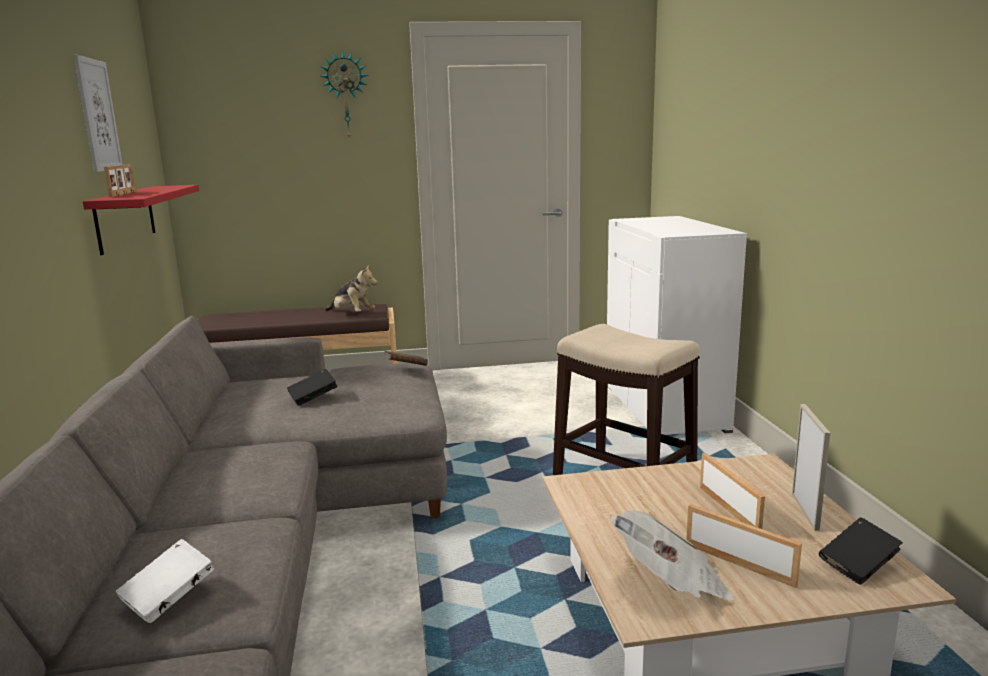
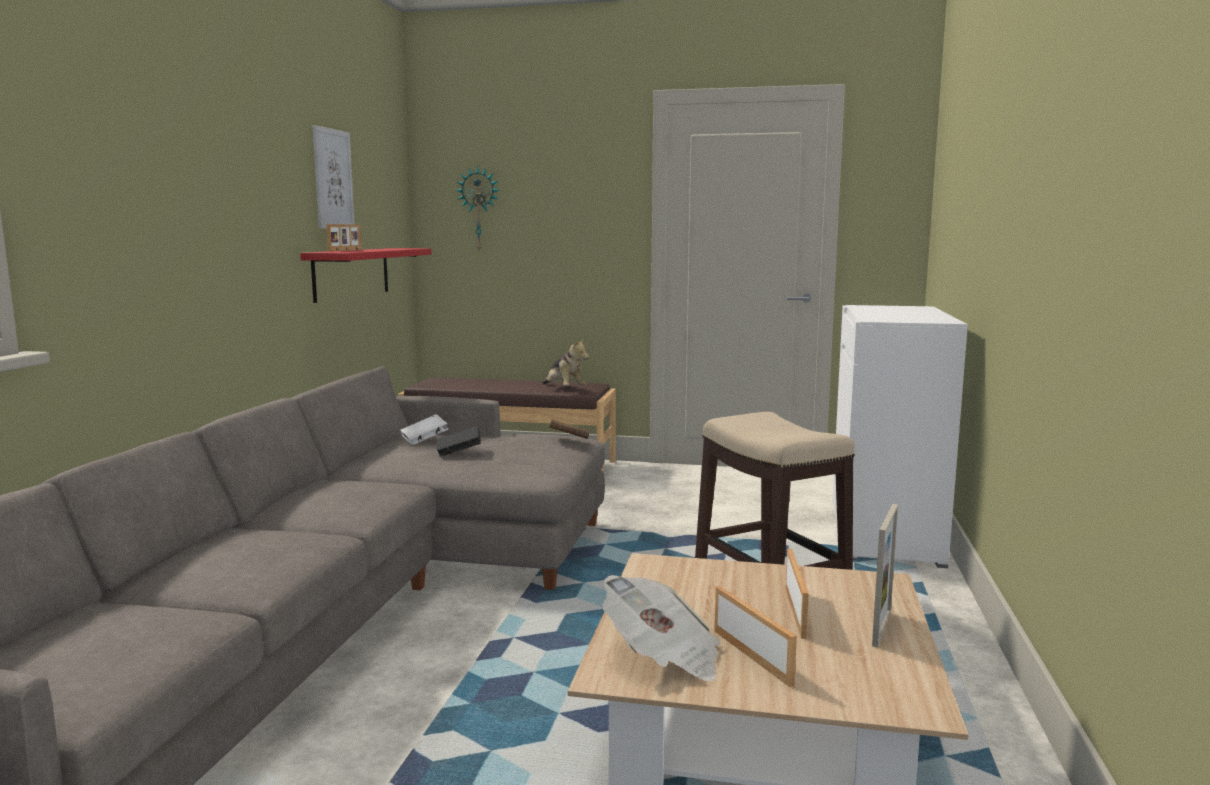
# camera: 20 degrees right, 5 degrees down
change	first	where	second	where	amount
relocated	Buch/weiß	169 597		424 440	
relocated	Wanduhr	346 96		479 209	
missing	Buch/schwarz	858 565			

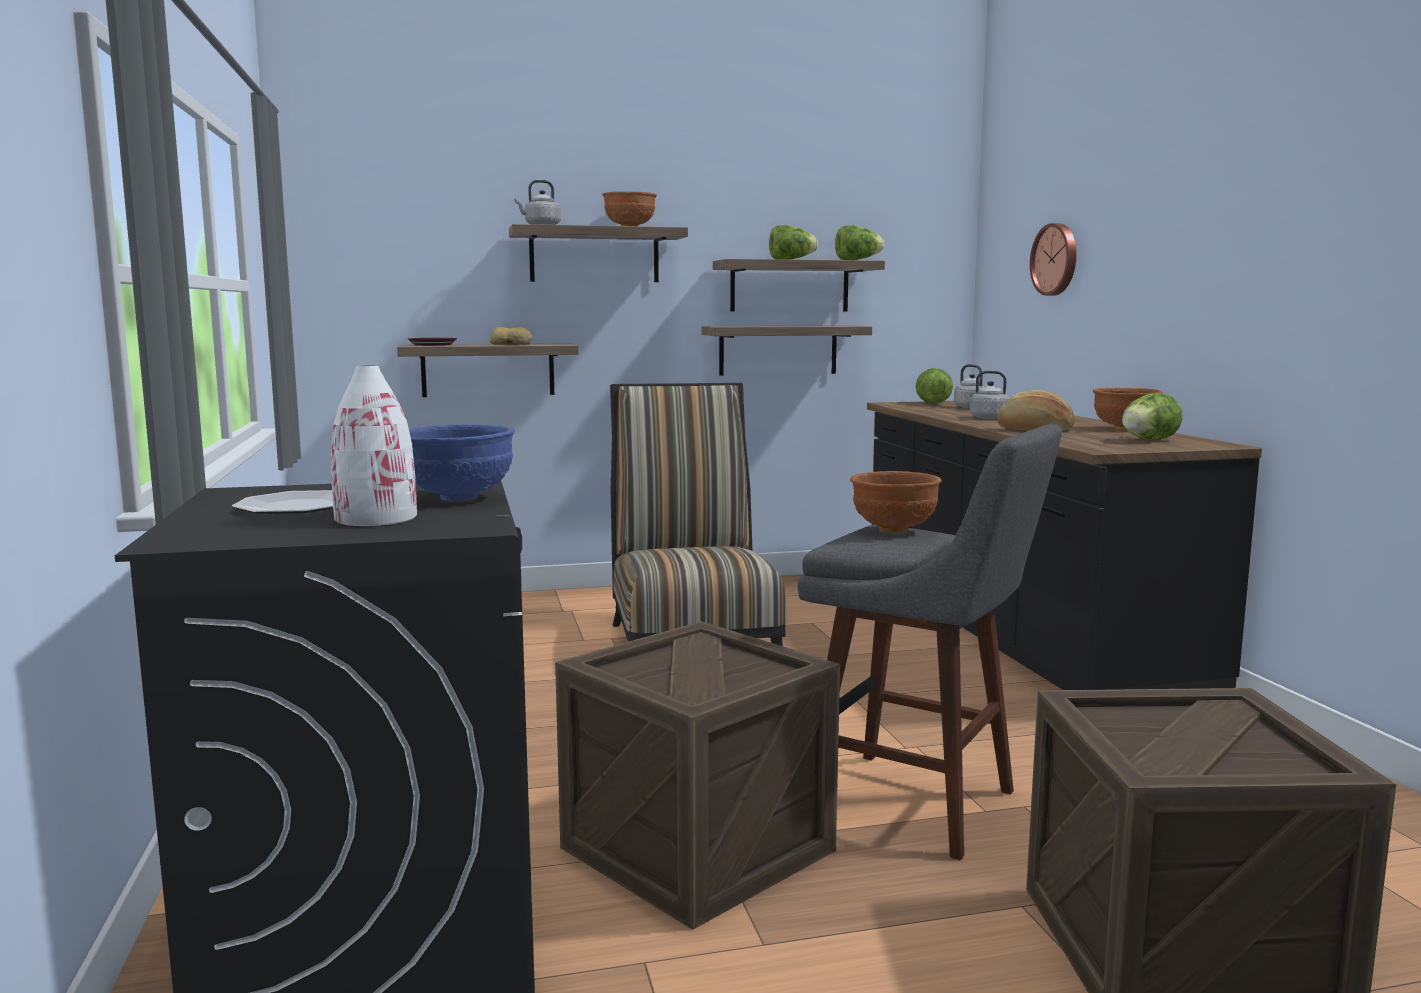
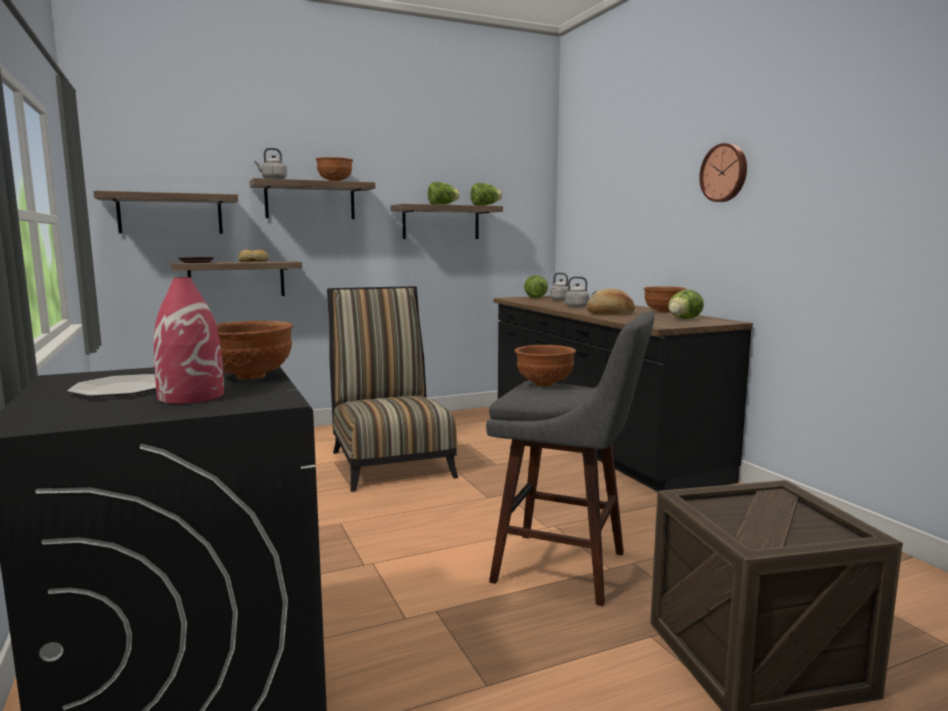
# camera: 10 degrees left, 0 degrees up
change	first	where	second	where	amount
colour	Vase/weiß	376 518	Vase/rot	191 396	
colour	Schüssel/blau	458 498	Schüssel/braun	250 376	
missing	Kiste	697 849			
relocated	Wandregal	778 350		170 214	
relocated	Wanduhr	1056 259		725 173	

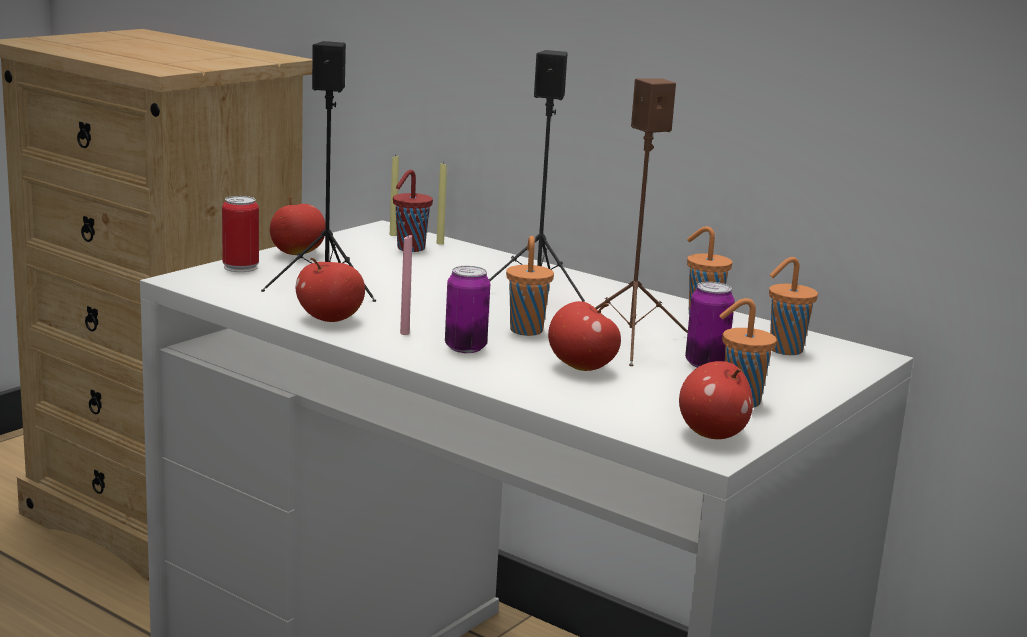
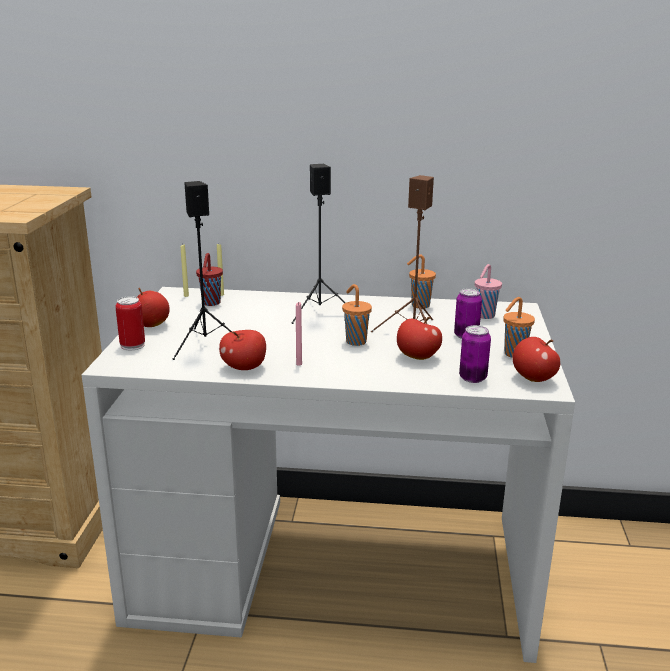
# camera: 30 degrees left, 5 degrees up
change	first	where	second	where	amount
relocated	Dose	465 347		472 378	
colour	Tasse/orange	783 350	Tasse/rosa	484 316	

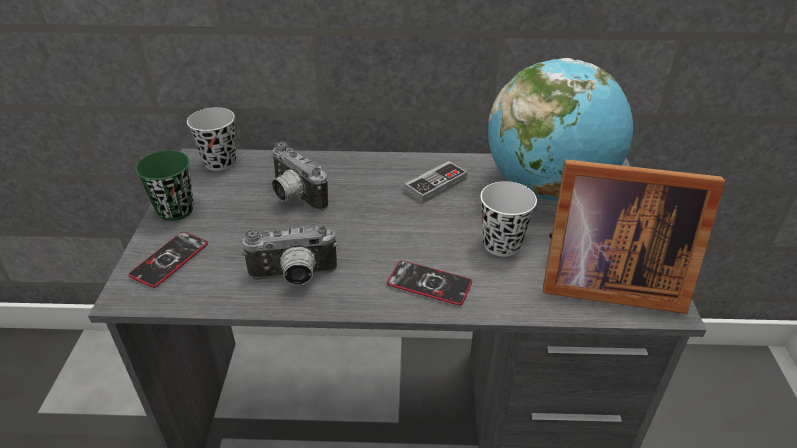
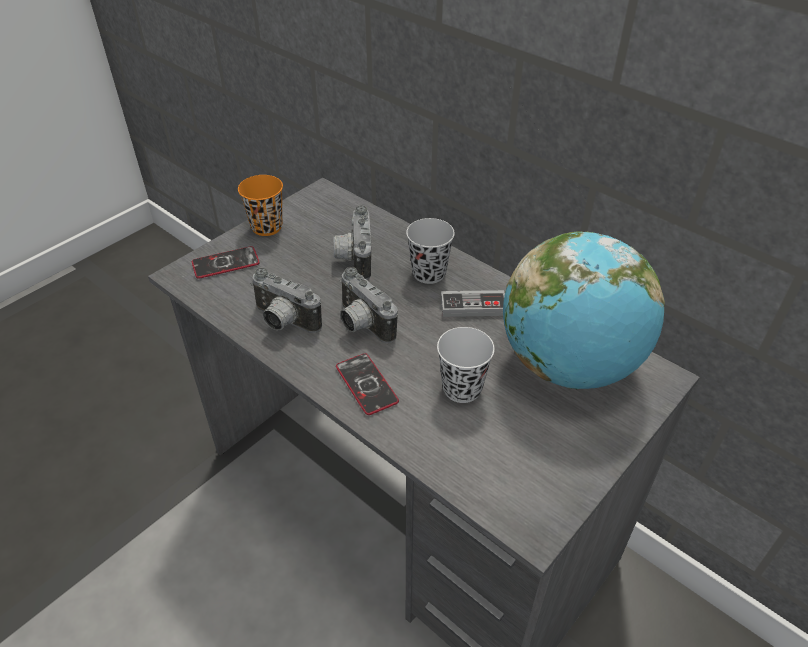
# camera: 40 degrees right, 5 degrees up
change	first	where	second	where	amount
colour	Tasse/grün	175 210	Tasse/orange	266 227	
relocated	Tasse/schwarz	220 162		429 273	
missing	Bilderrahmen	604 280			
appeared			Kamera	361 325	

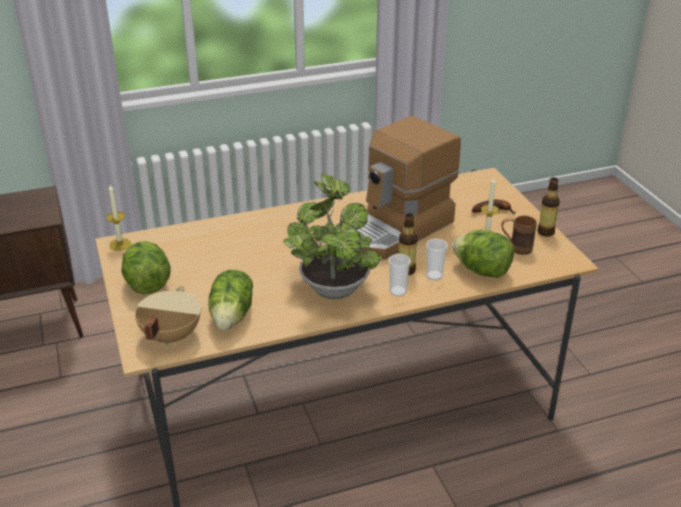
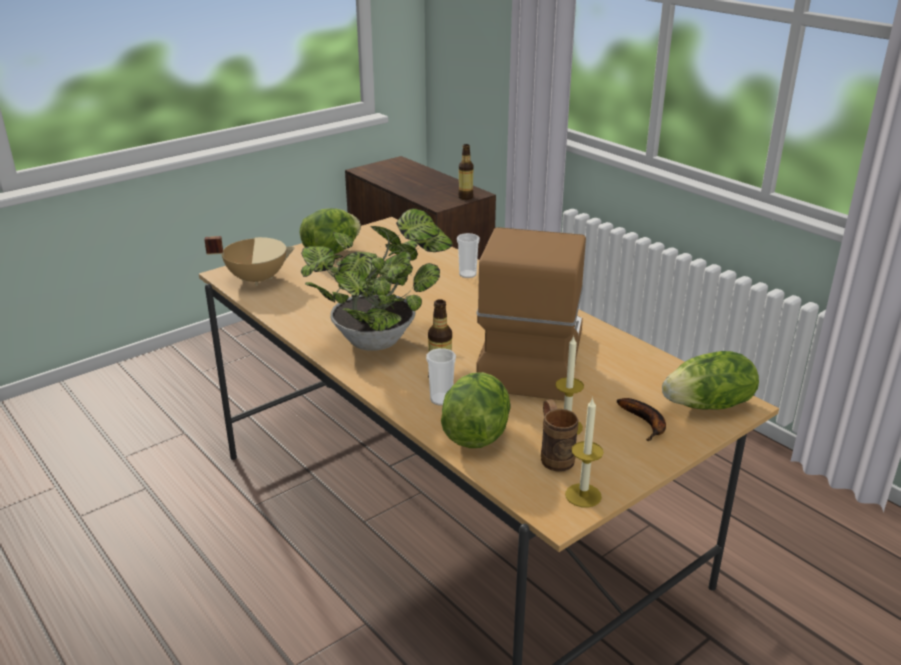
# camera: 70 degrees right, 5 degrees down
change	first	where	second	where	amount
relocated	Kerze	120 244		583 495	
relocated	Salatkopf	232 316		709 405	
spun	Kaffeemaschine	397 229		529 357	75 degrees clockwise
relocated	Tasse	398 291		467 274	
relocated	Flasche	545 232		465 197	

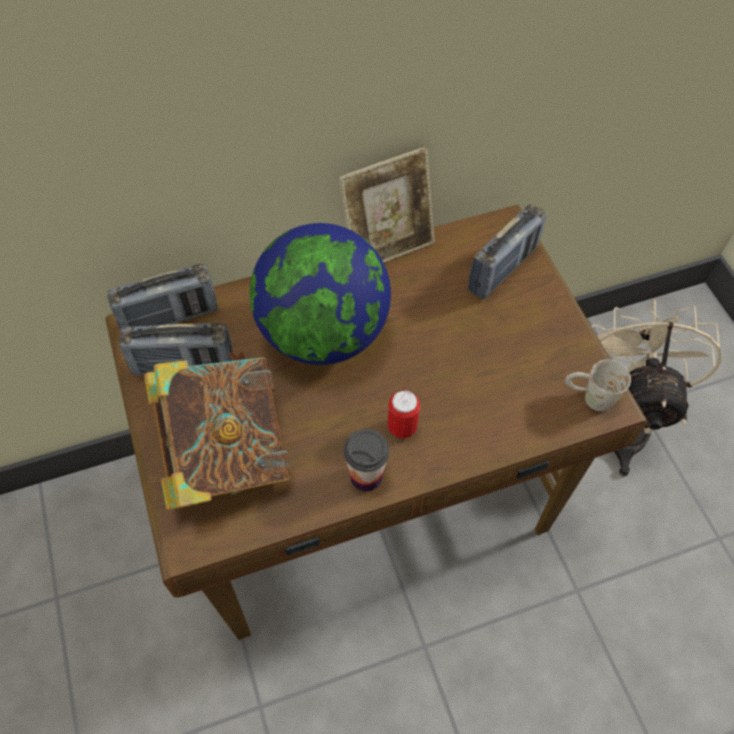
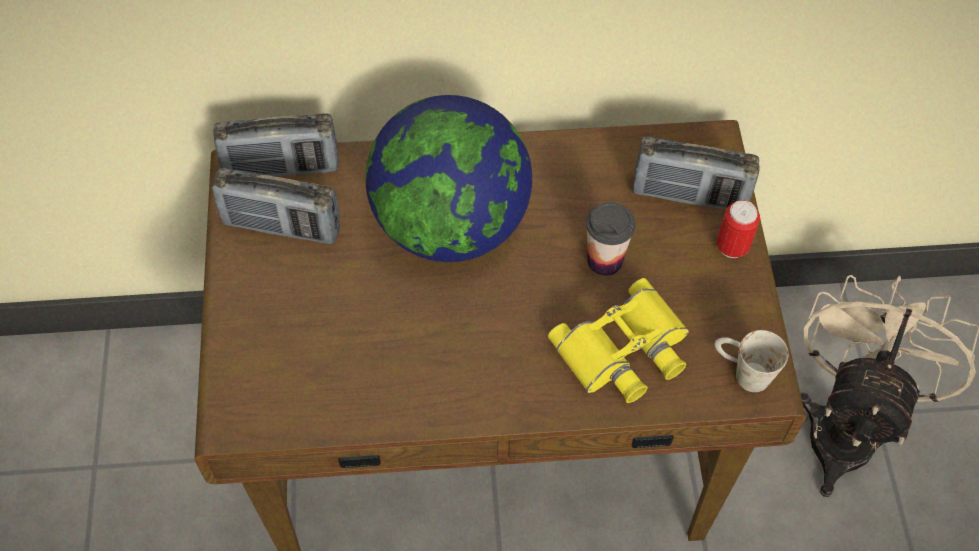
# camera: 15 degrees right, 0 degrees up
change	first	where	second	where	amount
missing	Buch	225 453			
missing	Bilderrahmen	388 246			
relocated	Tasse	366 476		604 260	
relocated	Dose	402 427		732 247	
spun	Radio	502 269		689 195	45 degrees clockwise
appeared			Fernglas/gelb	625 351	

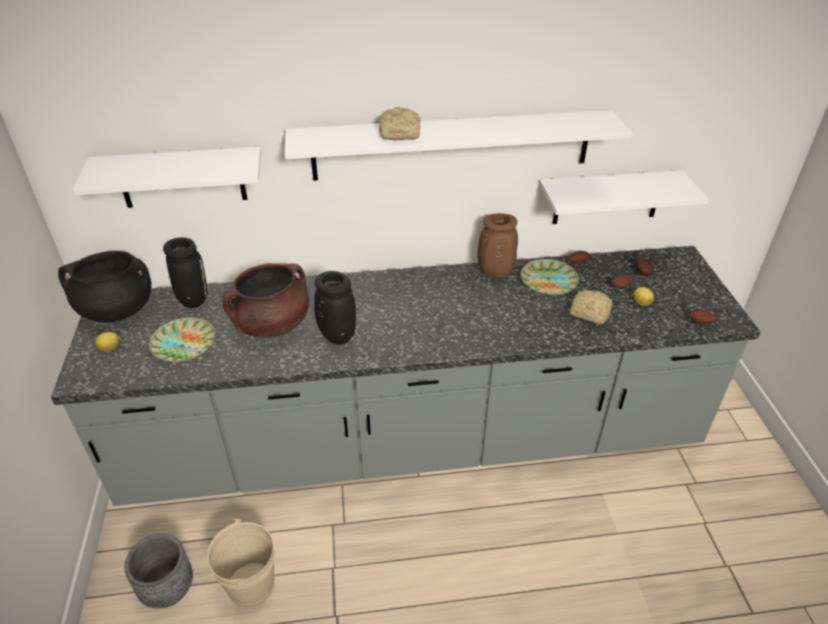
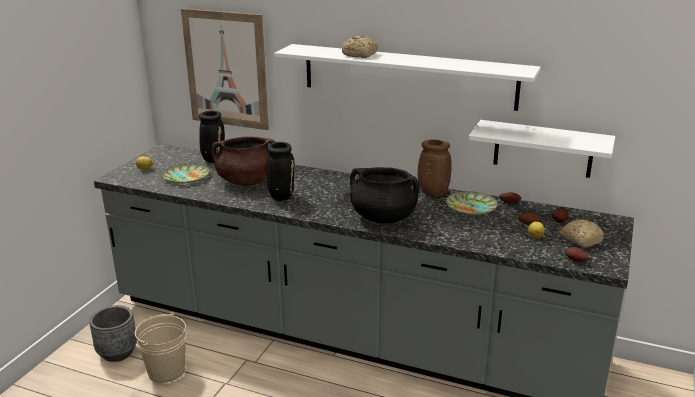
# camera: 30 degrees right, 15 degrees down
change	first	where	second	where	amount
relocated	Kochtopf/schwarz	117 310		383 217	
exchanged	Wandregal/weiß	182 177	Bild	226 69	
relocated	Brot	588 312		580 239	

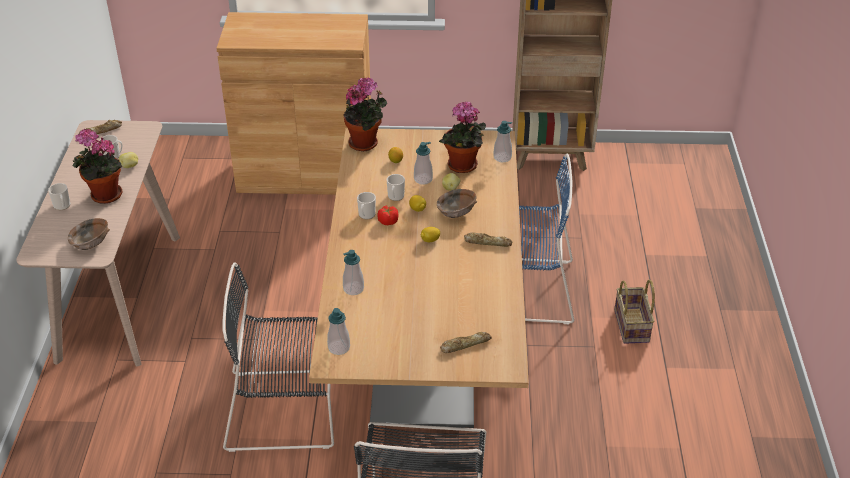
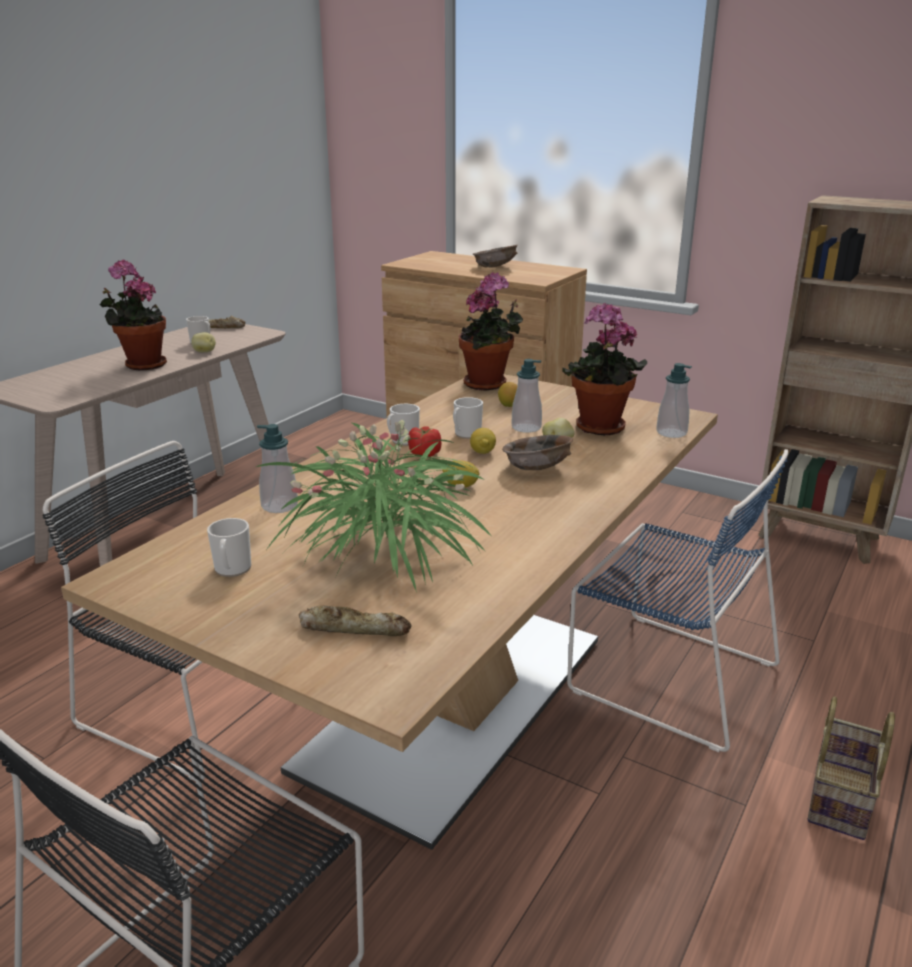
# camera: 30 degrees right, 15 degrees down
change	first	where	second	where	amount
relocated	Henkelbecher	62 206		232 570	
relocated	Schüssel/braun	91 243		495 267	
missing	Seifenspender	339 348			
missing	Brot	487 242			
appeared			Topfpflanze	385 550	

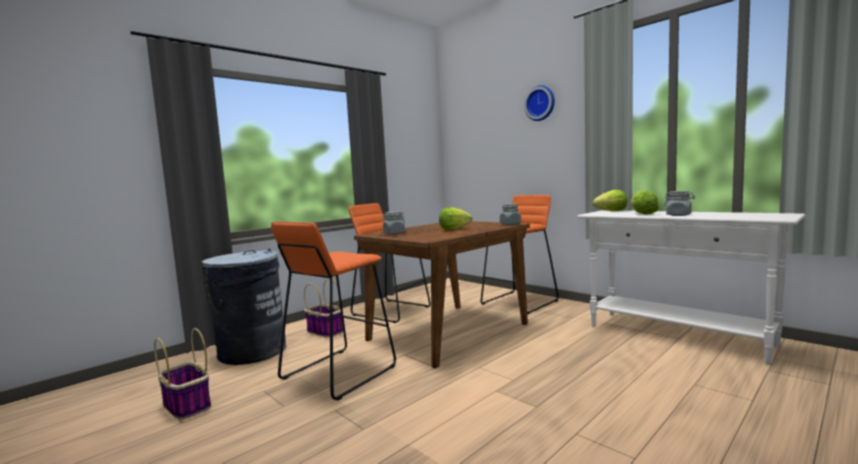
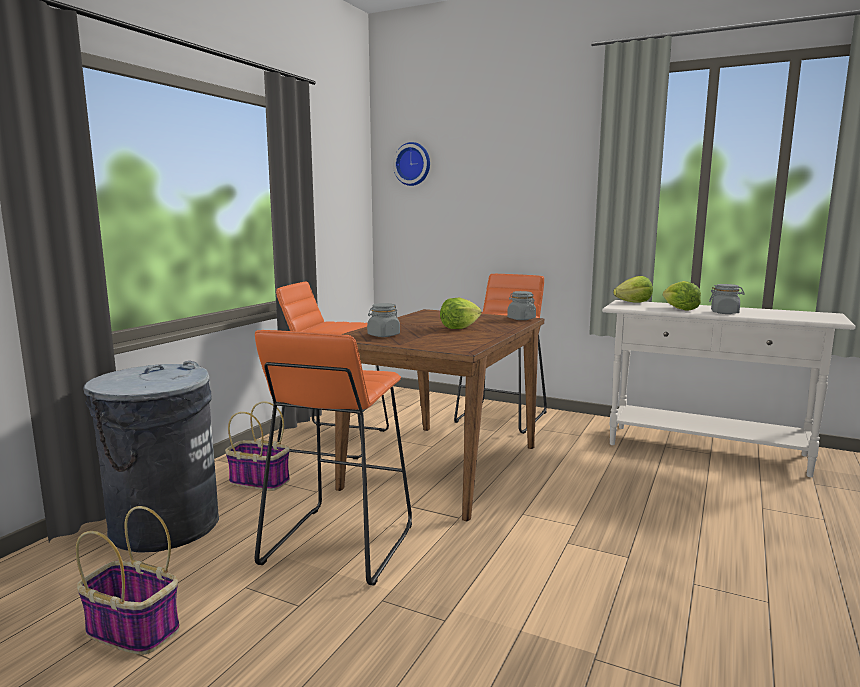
# camera: 20 degrees left, 5 degrees up
change	first	where	second	where	amount
relocated	Wanduhr	540 103		413 164	

